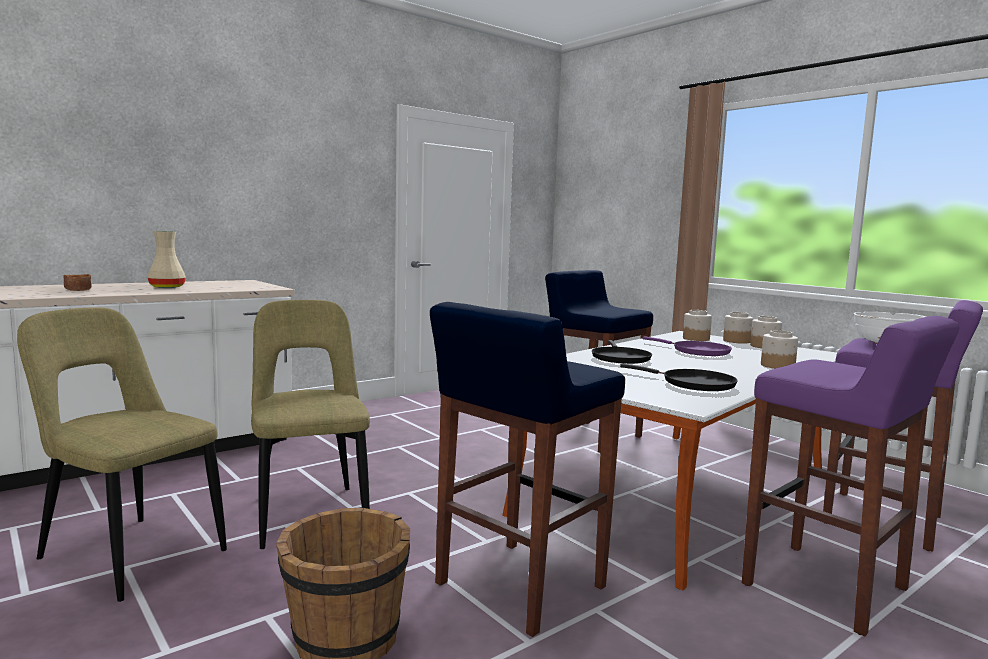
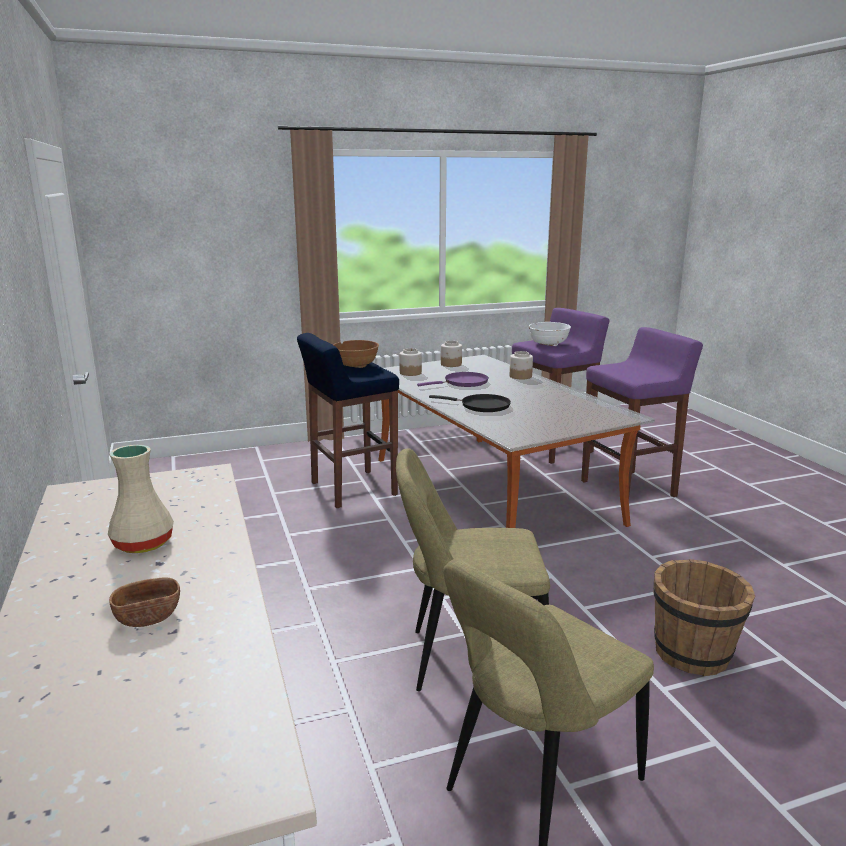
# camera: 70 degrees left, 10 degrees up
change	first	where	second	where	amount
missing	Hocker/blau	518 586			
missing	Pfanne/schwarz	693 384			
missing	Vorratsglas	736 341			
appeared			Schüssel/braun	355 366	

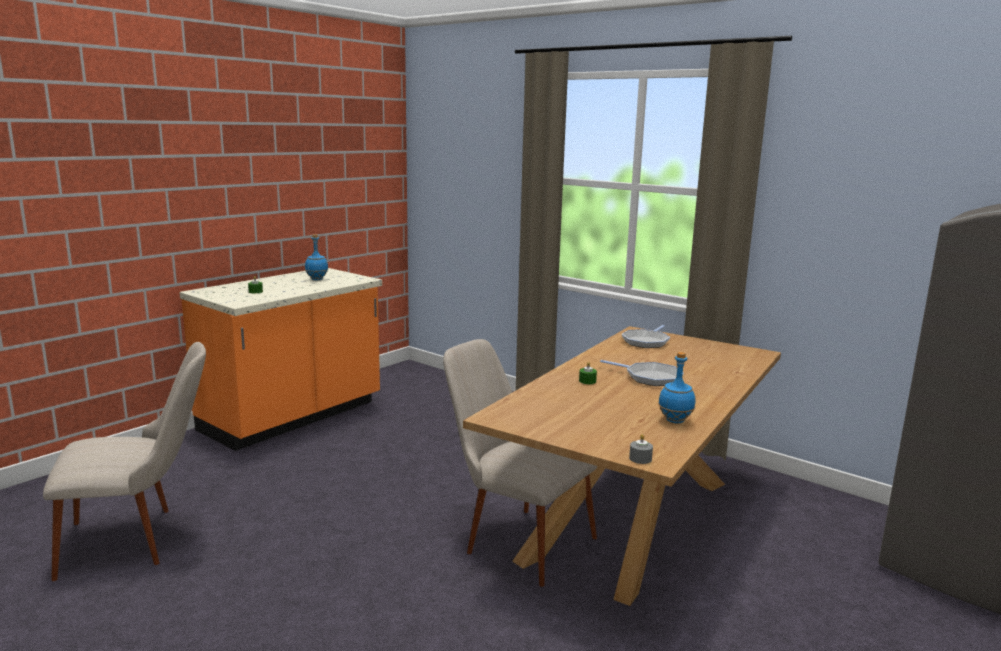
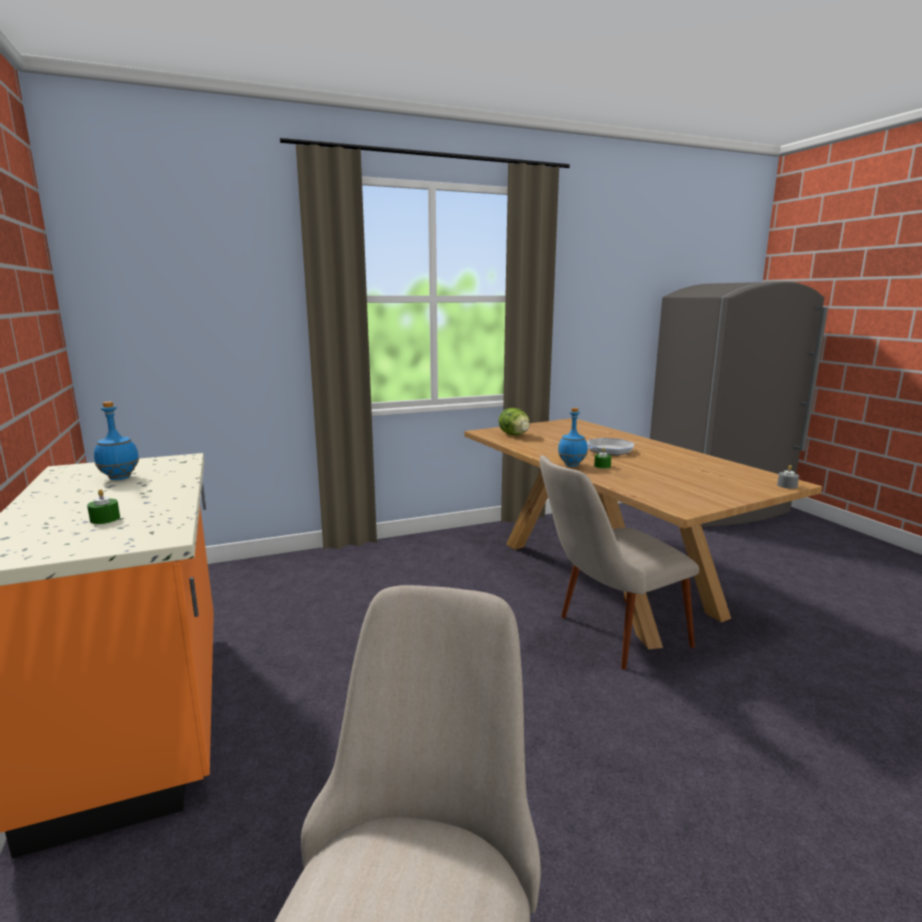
# camera: 60 degrees left, 0 degrees up
change	first	where	second	where	amount
exchanged	Pfanne	646 341	Salatkopf	514 435	
relocated	Flasche/blau	675 420		571 465	

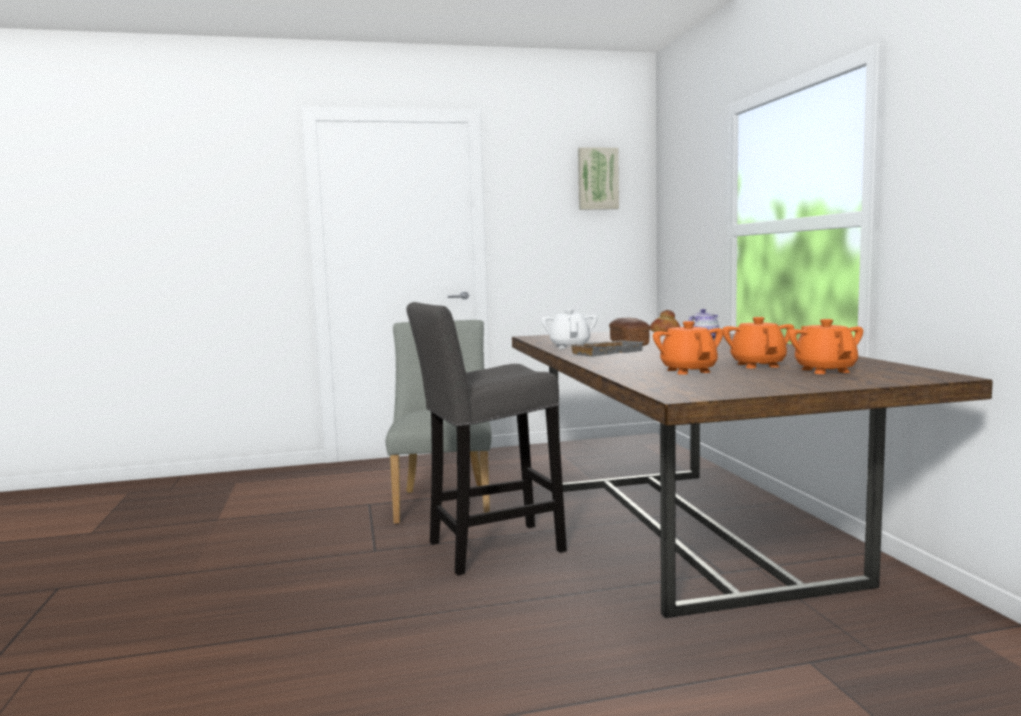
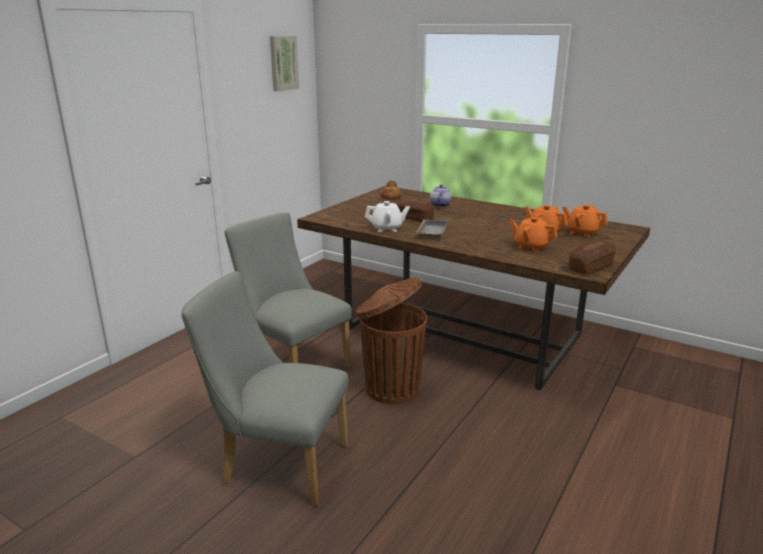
# camera: 45 degrees left, 15 degrees up
change	first	where	second	where	amount
exchanged	Hocker/grau	489 549	Mülleimer/braun	390 388	
spun	Teekanne/weiß	570 346		387 228	135 degrees clockwise
appeared			Stuhl/grau	277 463	
appeared			Brot	590 267	

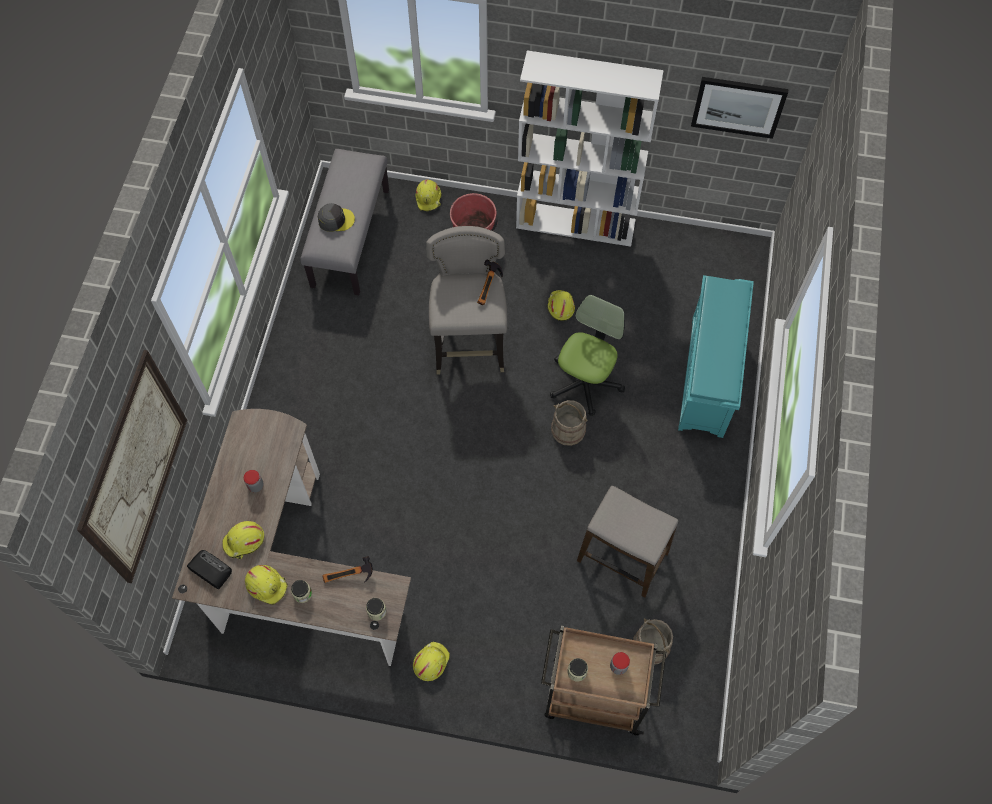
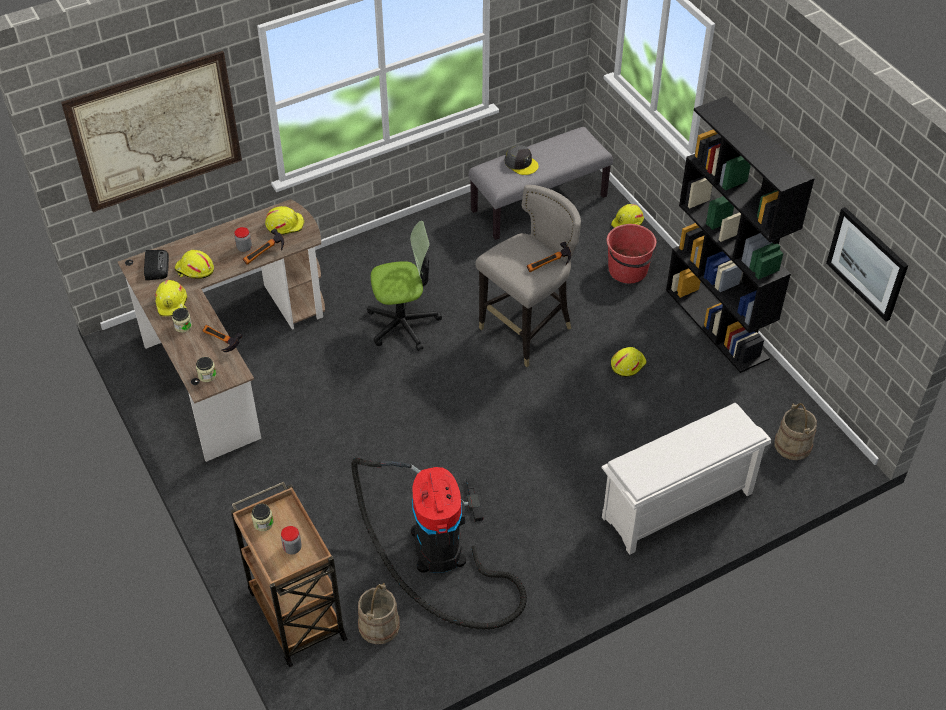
# camera: 50 degrees right, 15 degrees down
change	first	where	second	where	amount
relocated	Schutzhelm/gelb	430 662		285 224	
colour	Bücherregal/weiß	576 223	Bücherregal/schwarz	717 324	
relocated	Bürostuhl	585 382		403 324	
relocated	Eimer/beige	568 429		793 445	
exchanged	Hocker	622 557	Staubsauger	441 553	
colour	Schuhregal/türkis	708 377	Schuhregal/weiß	676 507	
appeared			Hammer	265 255	

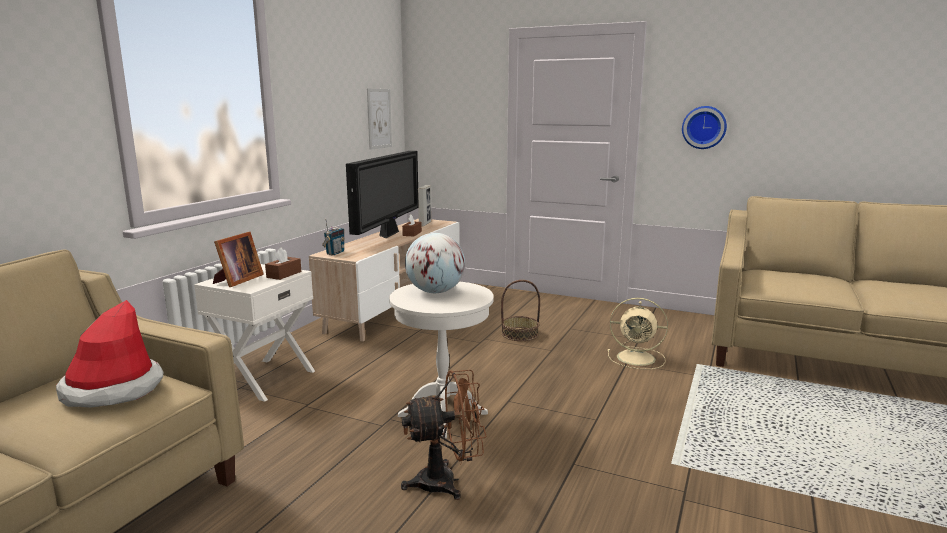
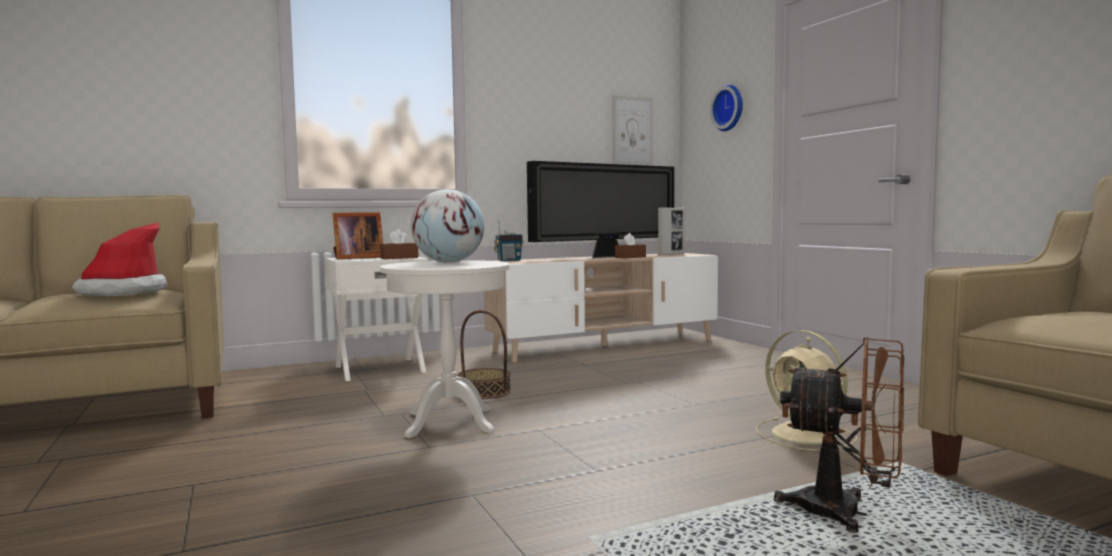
# camera: 40 degrees right, 10 degrees down
change	first	where	second	where	amount
relocated	Ventilator/braun	447 482		847 513	
relocated	Korb	520 334		484 392	
relocated	Wanduhr	704 127		729 108	

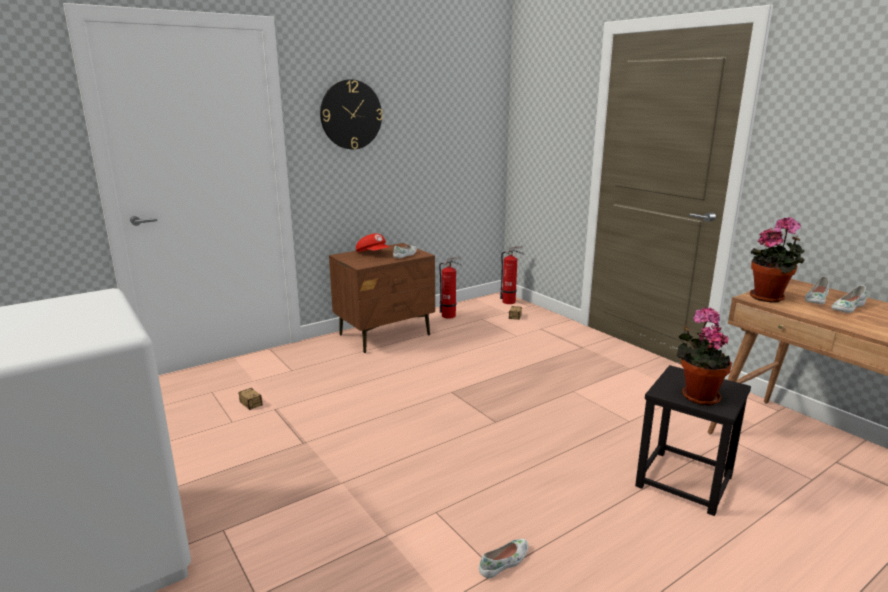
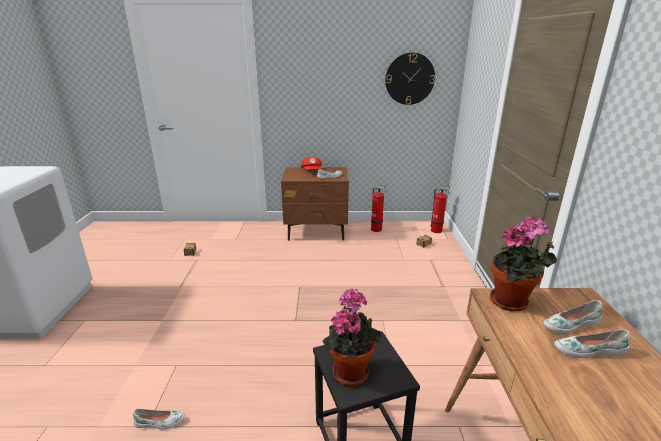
# camera: 35 degrees right, 5 degrees up
change	first	where	second	where	amount
relocated	Wanduhr	351 114		409 79	

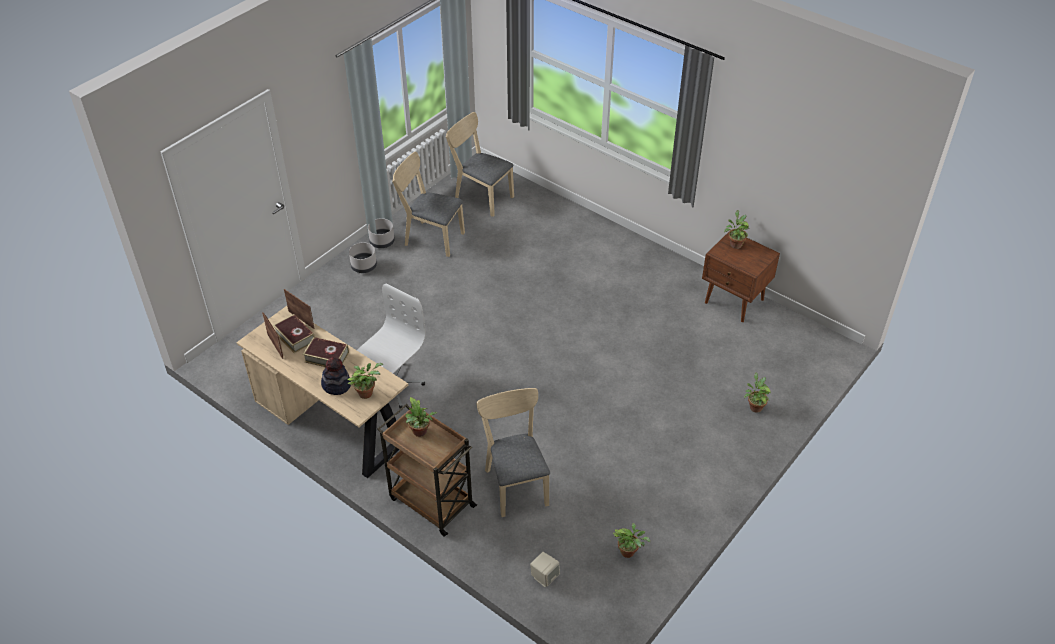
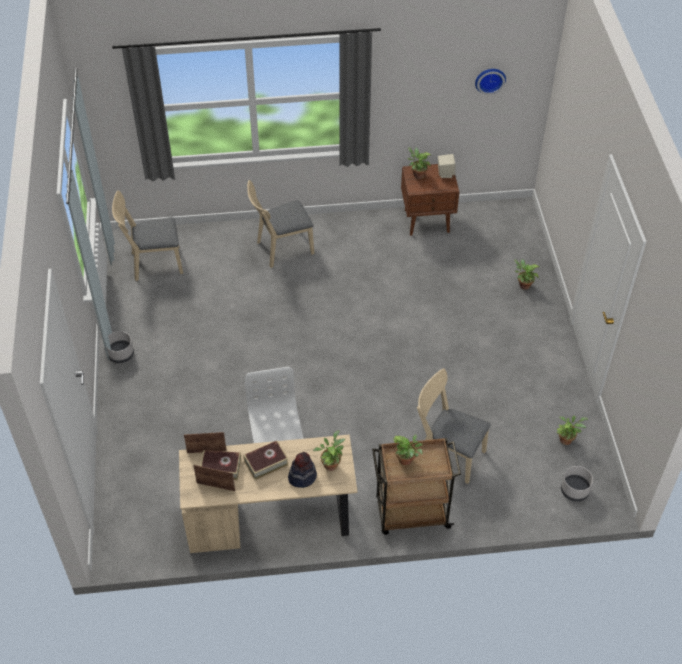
# camera: 45 degrees left, 5 degrees up
change	first	where	second	where	amount
relocated	Pflanzkübel/grau	363 266		575 491	
relocated	Stuhl/beige	430 237		281 249	
relocated	Lautsprecher/beige	544 576		445 173	
appeared			Wanduhr	489 79	

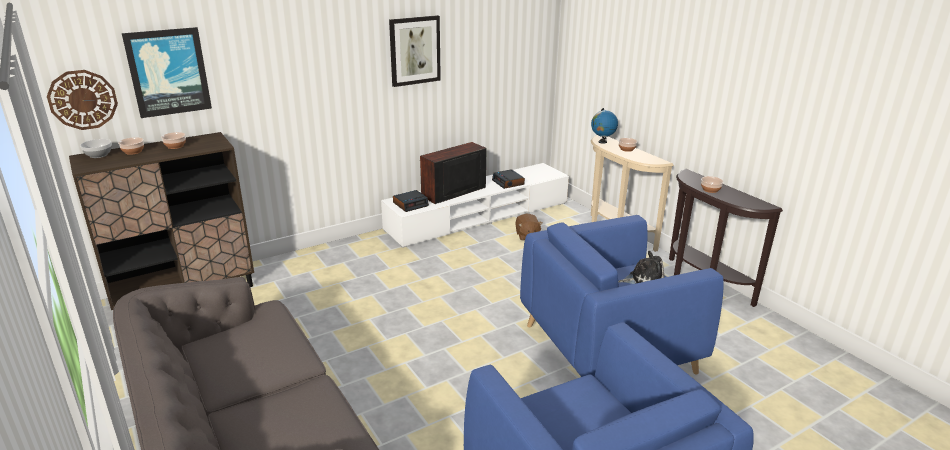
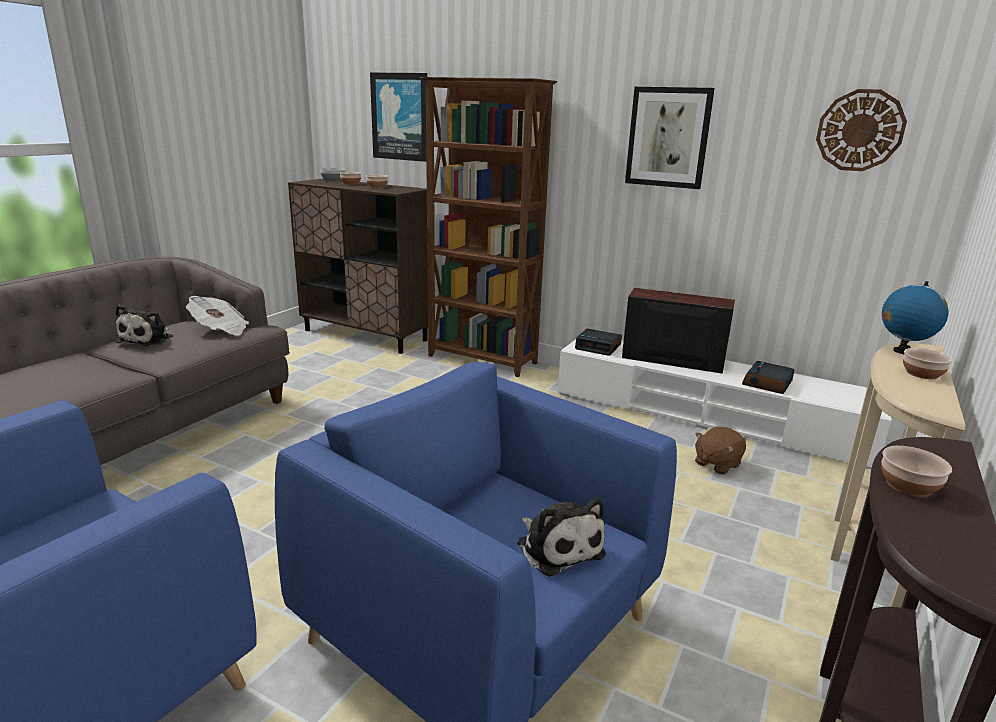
# camera: 60 degrees right, 5 degrees down
change	first	where	second	where	amount
relocated	Wanduhr	83 100		860 130	
appeared			Plüschtier	148 339	
appeared			Zeitung	220 330	
appeared			Bücherregal/braun	482 360	

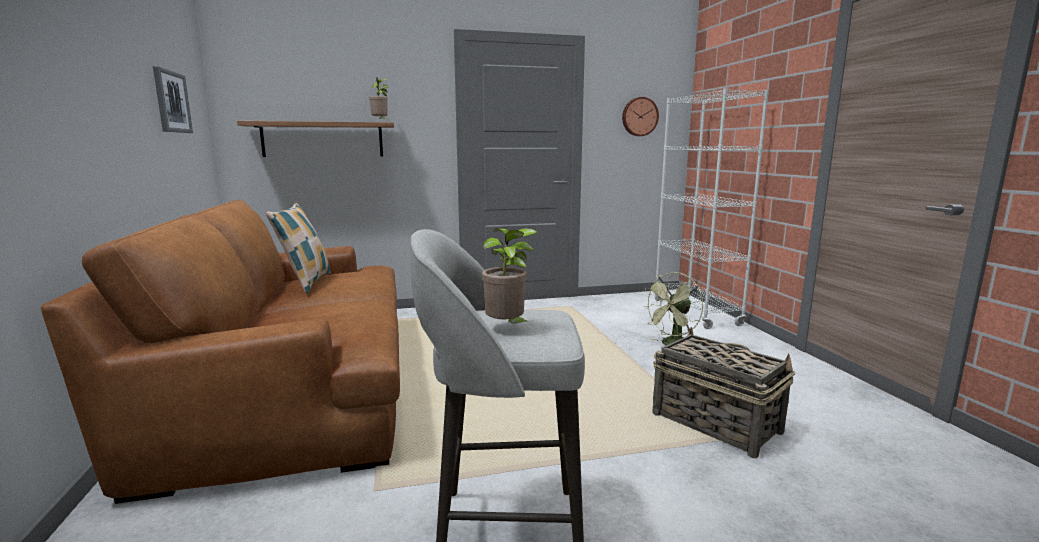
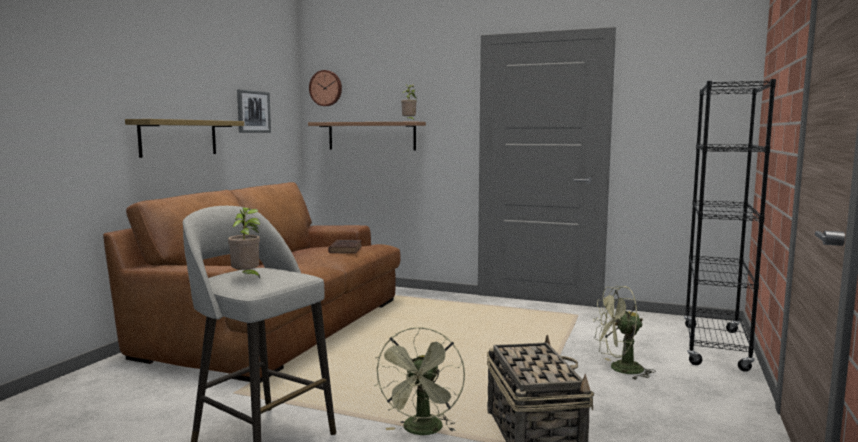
# camera: 35 degrees right, 5 degrees down
change	first	where	second	where	amount
missing	Kissen	306 283			
relocated	Wanduhr	639 116		326 88	
colour	Bücherregal/weiß	696 312	Bücherregal/schwarz	715 347	
appeared			Wandregal	179 138	
appeared			Buch/braun	346 249	
appeared			Ventilator/grün	422 431	

